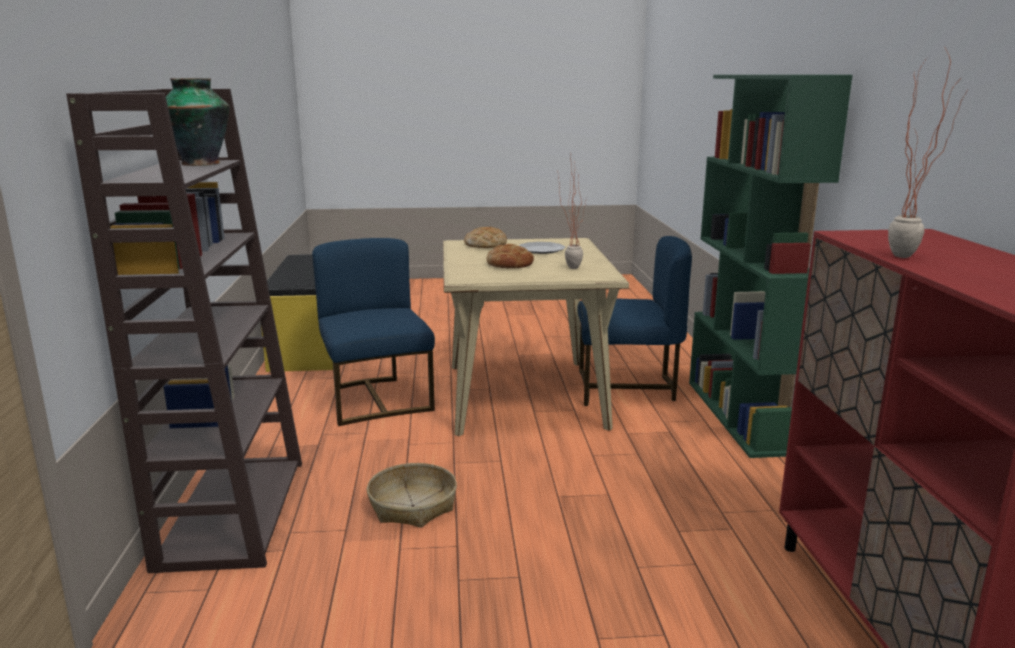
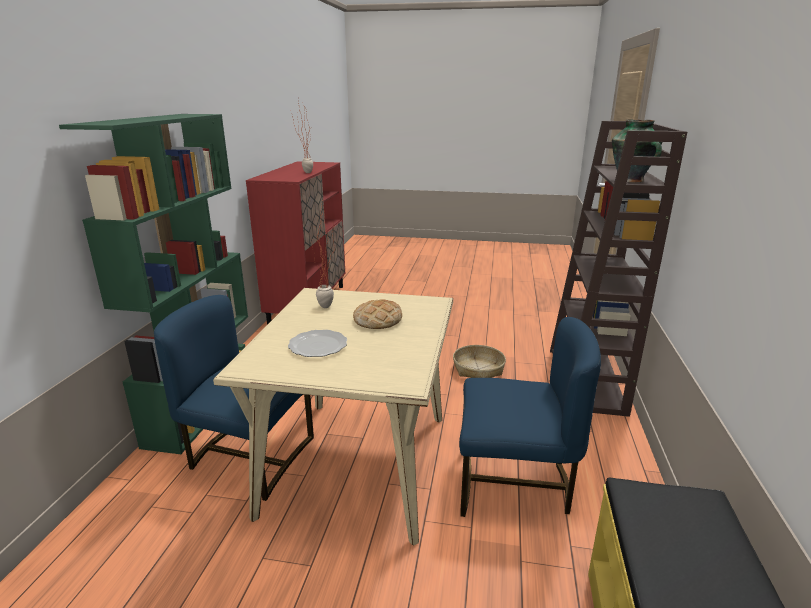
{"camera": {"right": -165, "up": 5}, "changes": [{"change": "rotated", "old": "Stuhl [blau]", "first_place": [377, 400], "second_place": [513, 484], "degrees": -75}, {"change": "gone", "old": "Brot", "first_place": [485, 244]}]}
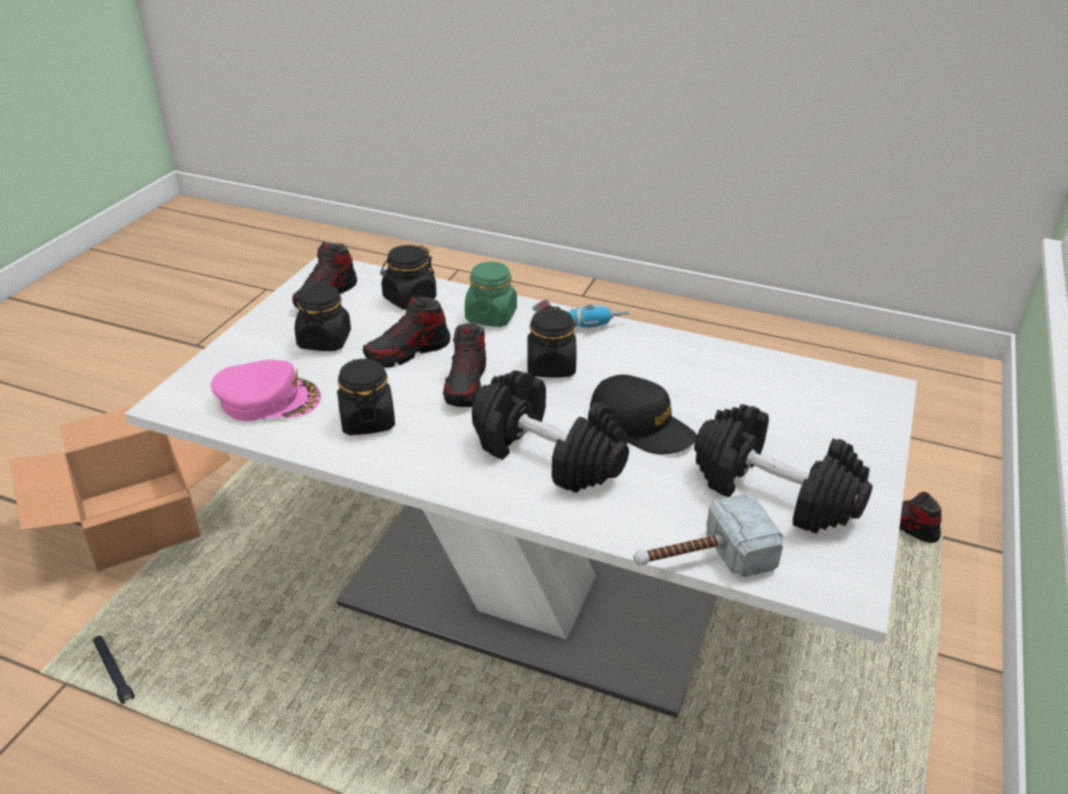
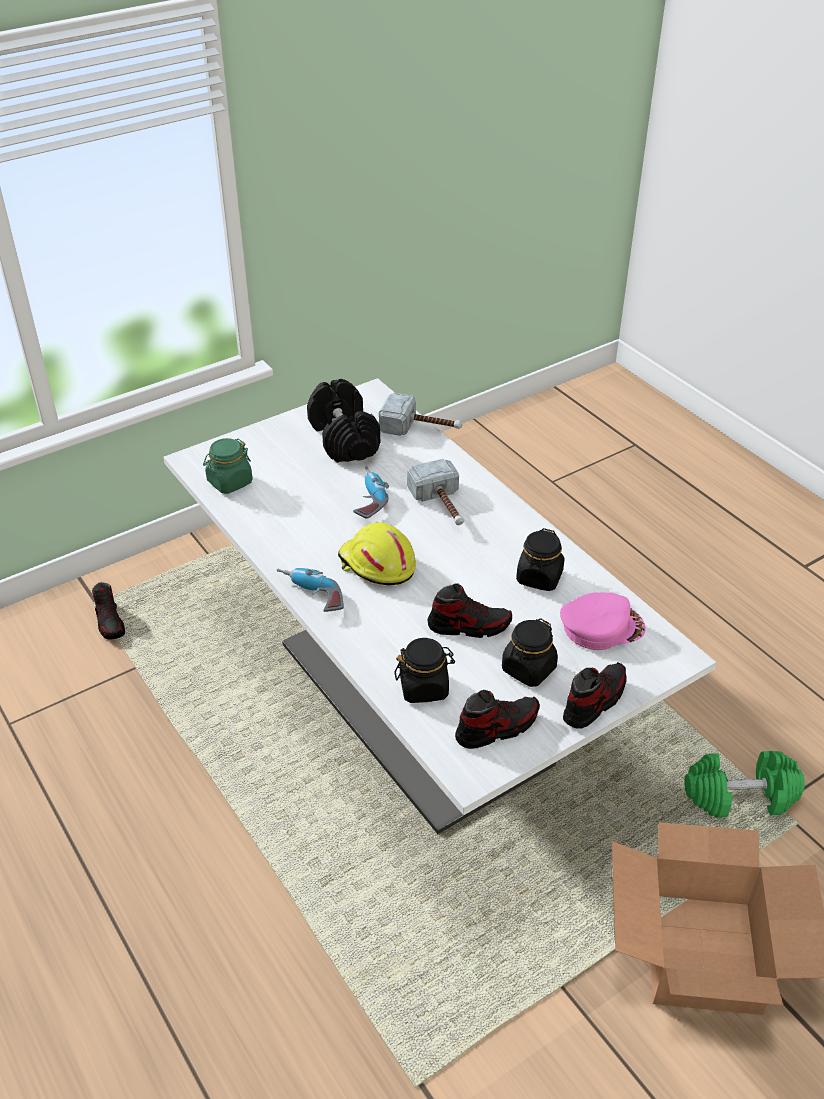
{"camera": {"right": -145, "up": 5}, "changes": [{"change": "shifted", "old": "Vorratsglas [grün]", "first_place": [491, 316], "second_place": [229, 482]}, {"change": "swapped", "old": "Vorratsglas [schwarz]", "new": "Schutzhelm [gelb]", "first_place": [551, 366], "second_place": [376, 565]}, {"change": "swapped", "old": "Kappe [schwarz]", "new": "Bohrmaschine", "first_place": [641, 426], "second_place": [368, 499]}, {"change": "swapped", "old": "Hantel [schwarz]", "new": "Hammer", "first_place": [548, 455], "second_place": [442, 506]}, {"change": "rotated", "old": "Kappe [rosa]", "first_place": [268, 399], "second_place": [601, 626], "degrees": 135}, {"change": "shifted", "old": "Schuh", "first_place": [466, 385], "second_place": [594, 701]}, {"change": "swapped", "old": "Taschenlampe [schwarz]", "new": "Hantel [grün]", "first_place": [113, 672], "second_place": [739, 797]}]}
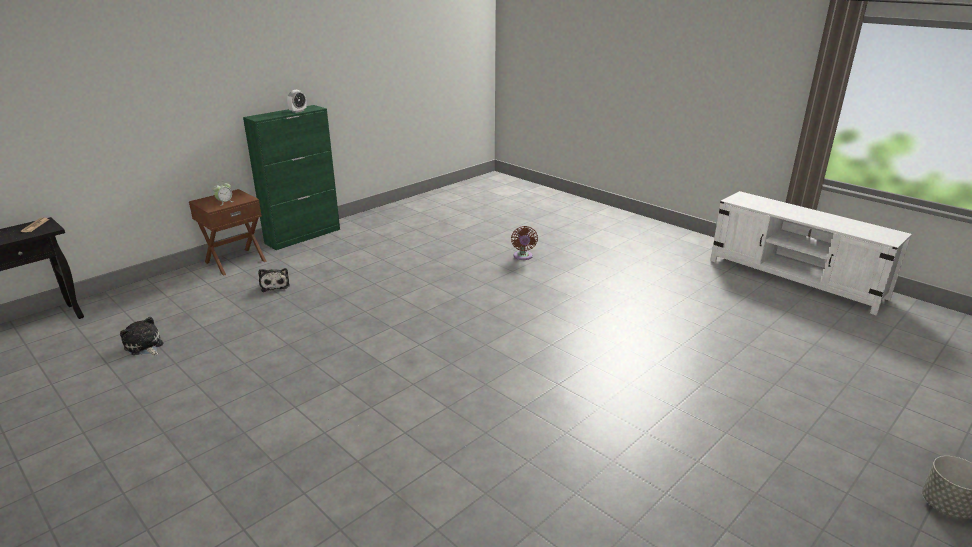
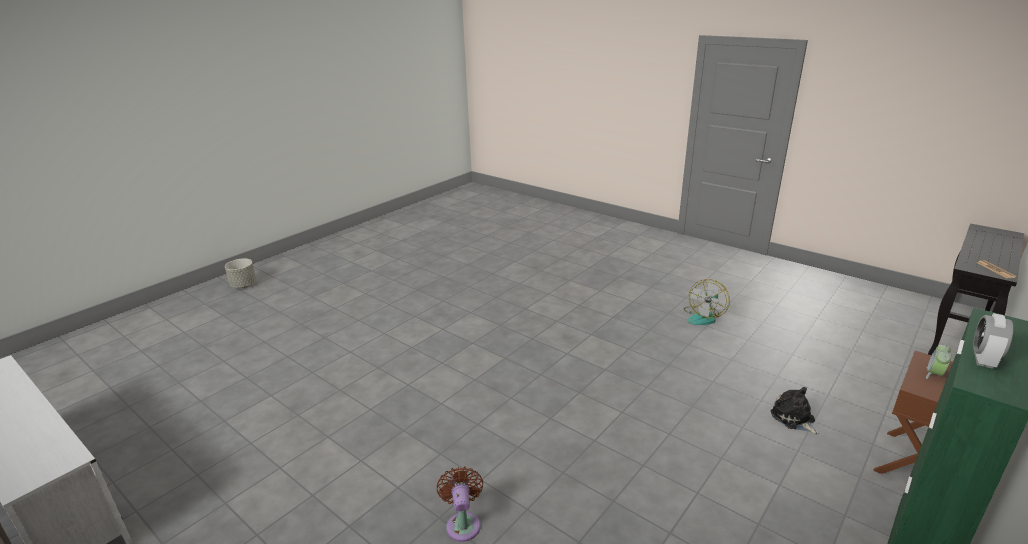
{"camera": {"right": 175, "up": 0}, "changes": [{"change": "new", "new": "Ventilator", "second_place": [704, 317]}, {"change": "gone", "old": "Plüschtier", "first_place": [144, 346]}]}
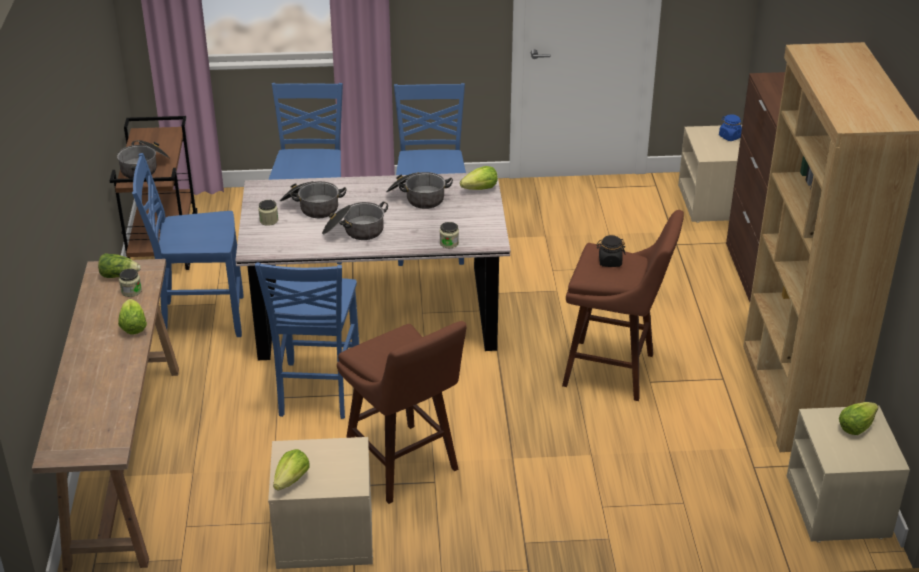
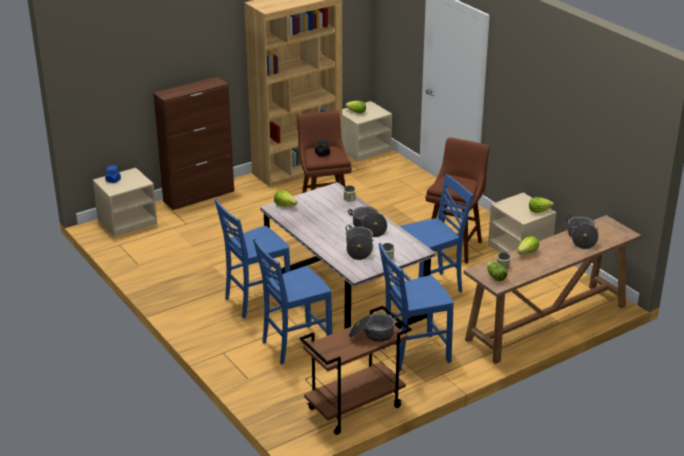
{"camera": {"right": -120, "up": -5}, "changes": [{"change": "rotated", "old": "Stuhl [blau]", "first_place": [201, 317], "second_place": [413, 354], "degrees": 105}, {"change": "shifted", "old": "Kochtopf", "first_place": [417, 198], "second_place": [581, 238]}]}
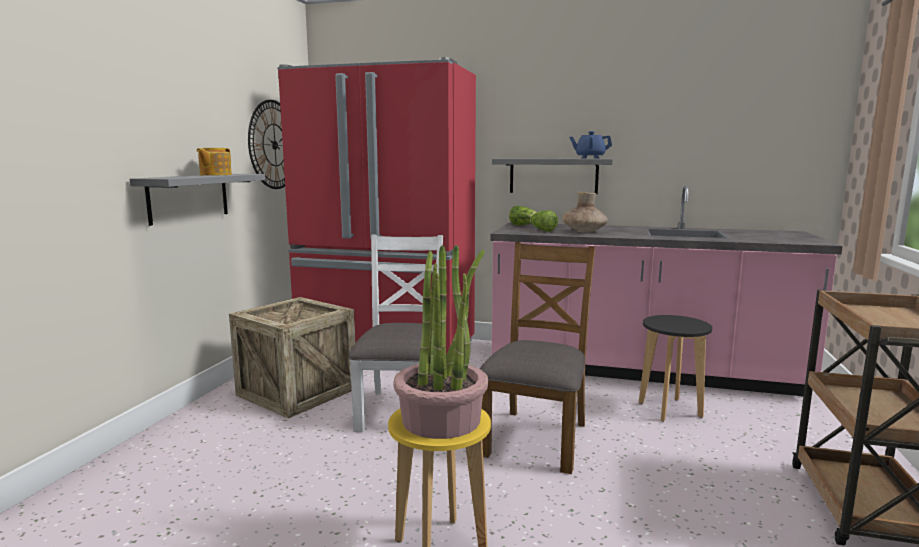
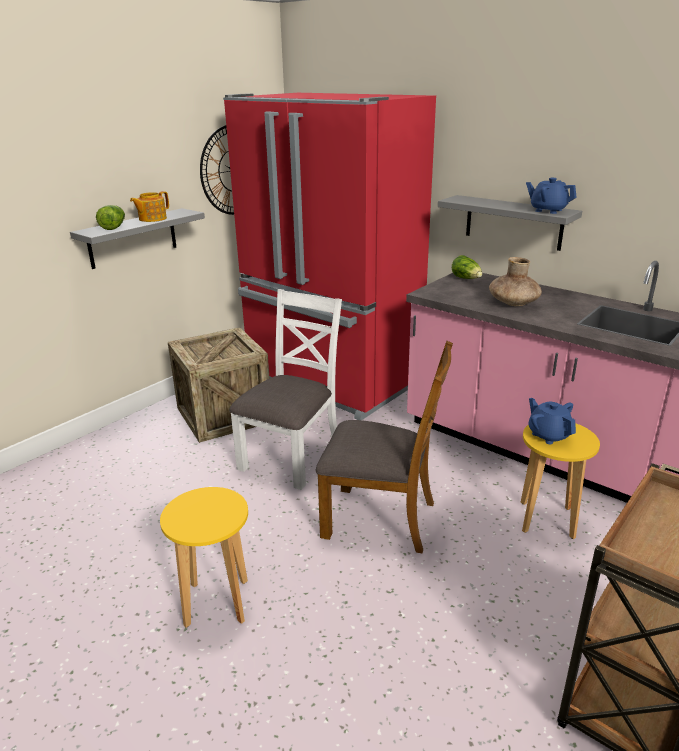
{"camera": {"right": 25, "up": 15}, "changes": [{"change": "shifted", "old": "Salatkopf", "first_place": [542, 230], "second_place": [113, 227]}, {"change": "rotated", "old": "Stuhl [braun]", "first_place": [536, 438], "second_place": [381, 518], "degrees": 60}, {"change": "repainted", "old": "Hocker [schwarz]", "new": "Hocker [gelb]", "first_place": [670, 410], "second_place": [547, 520]}, {"change": "new", "new": "Teekanne [blau]", "second_place": [548, 435]}, {"change": "gone", "old": "Topfpflanze", "first_place": [442, 419]}]}
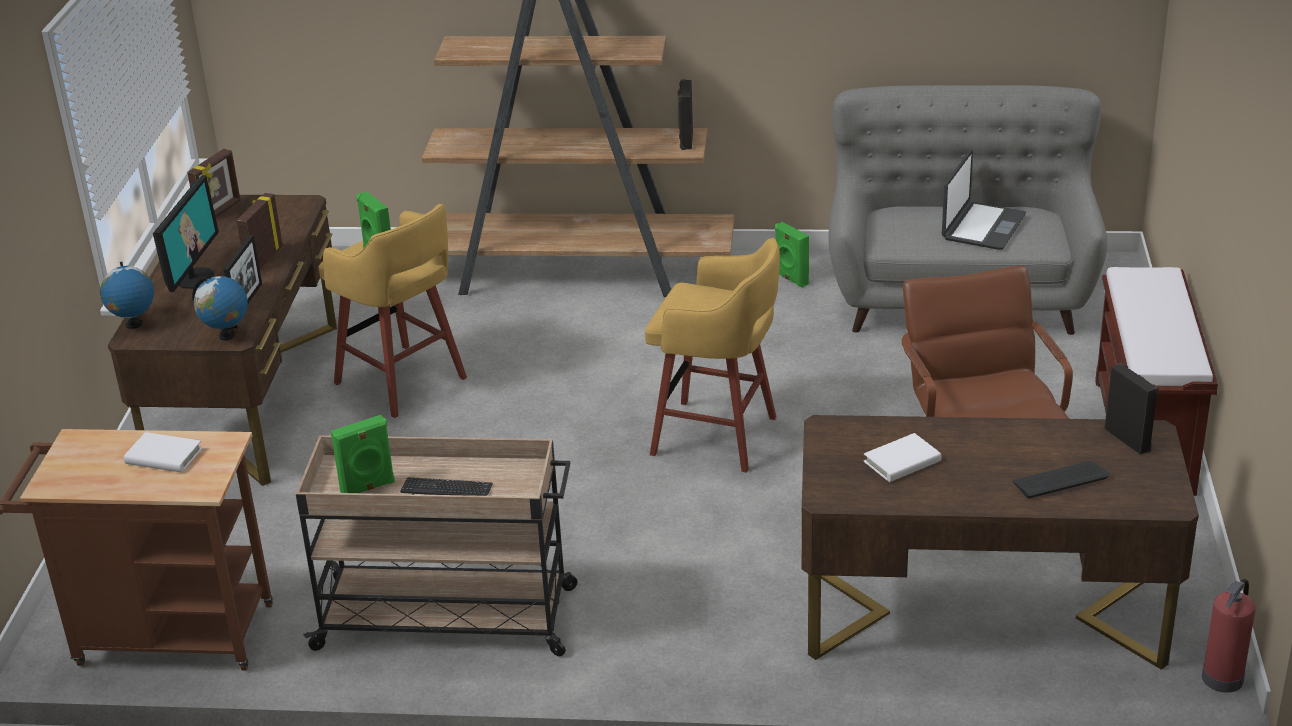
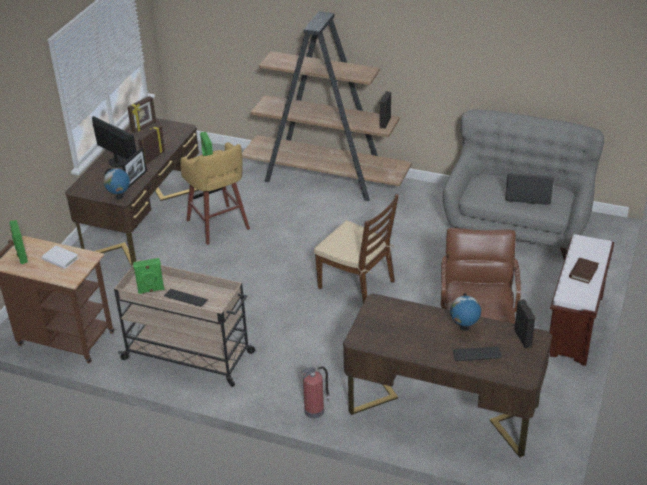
{"camera": {"right": 15, "up": 5}, "changes": [{"change": "shifted", "old": "Lautsprecher [grün]", "first_place": [790, 279], "second_place": [21, 256]}, {"change": "rotated", "old": "Monitor", "first_place": [194, 278], "second_place": [117, 162], "degrees": -75}, {"change": "shifted", "old": "Feuerlöscher", "first_place": [1223, 677], "second_place": [315, 410]}, {"change": "swapped", "old": "Hocker [gelb]", "new": "Stuhl [braun]", "first_place": [718, 437], "second_place": [357, 285]}, {"change": "shifted", "old": "Globus", "first_place": [134, 324], "second_place": [464, 327]}, {"change": "rotated", "old": "Laptop", "first_place": [982, 227], "second_place": [528, 195], "degrees": -120}, {"change": "new", "new": "Buch [braun]", "second_place": [583, 272]}, {"change": "gone", "old": "Buch [weiß]", "first_place": [902, 462]}]}
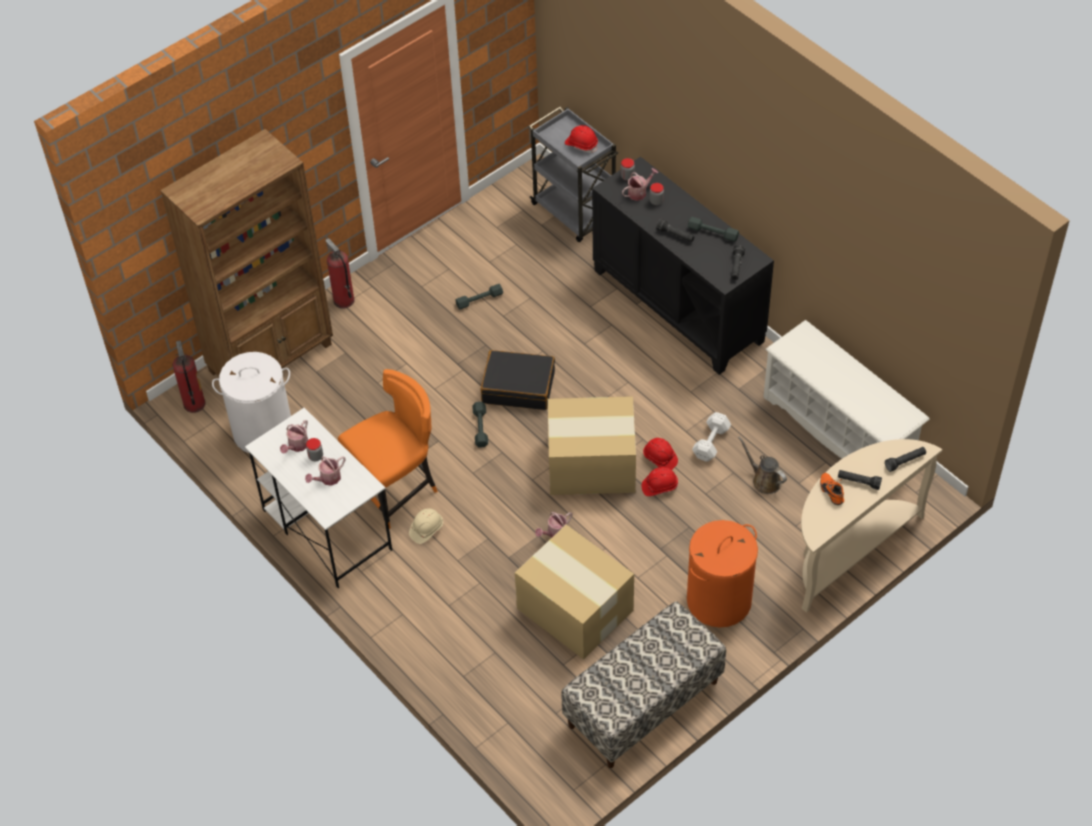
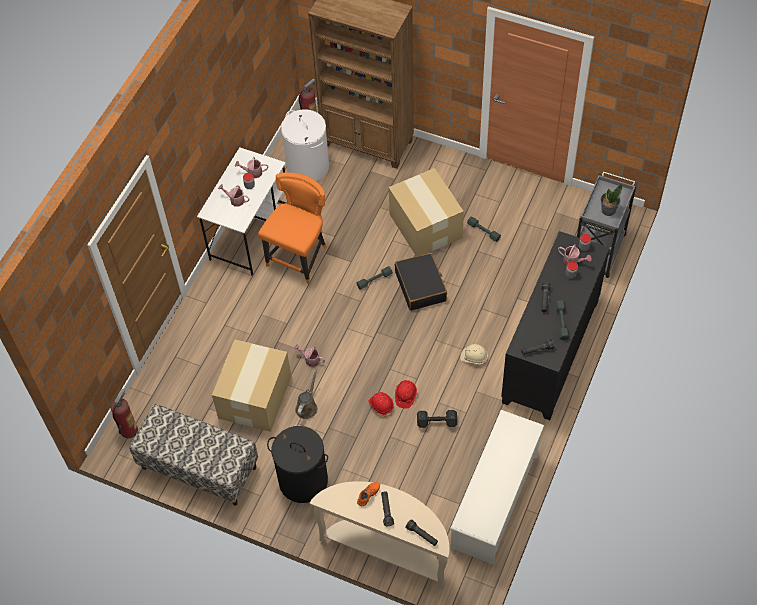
{"camera": {"right": 65, "up": 5}, "changes": [{"change": "shifted", "old": "Feuerlöscher", "first_place": [343, 300], "second_place": [129, 430]}, {"change": "rotated", "old": "Stuhl [orange]", "first_place": [397, 490], "second_place": [299, 257], "degrees": -90}, {"change": "repainted", "old": "Wäschekorb [orange]", "new": "Wäschekorb [schwarz]", "first_place": [719, 600], "second_place": [303, 481]}, {"change": "shifted", "old": "Gießkanne [braun]", "first_place": [764, 480], "second_place": [307, 406]}, {"change": "shifted", "old": "Karton", "first_place": [590, 464], "second_place": [425, 225]}, {"change": "repainted", "old": "Hantel [weiß]", "new": "Hantel [schwarz]", "first_place": [710, 443], "second_place": [436, 422]}, {"change": "shifted", "old": "Schutzhelm [beige]", "first_place": [426, 529], "second_place": [474, 357]}, {"change": "swapped", "old": "Schutzhelm [rot]", "new": "Topfpflanze", "first_place": [581, 144], "second_place": [608, 210]}]}
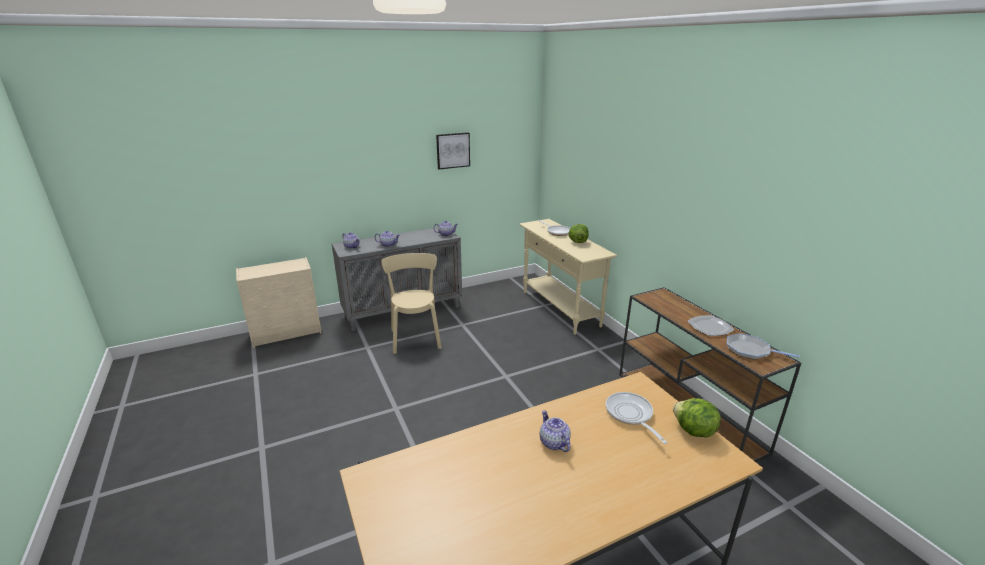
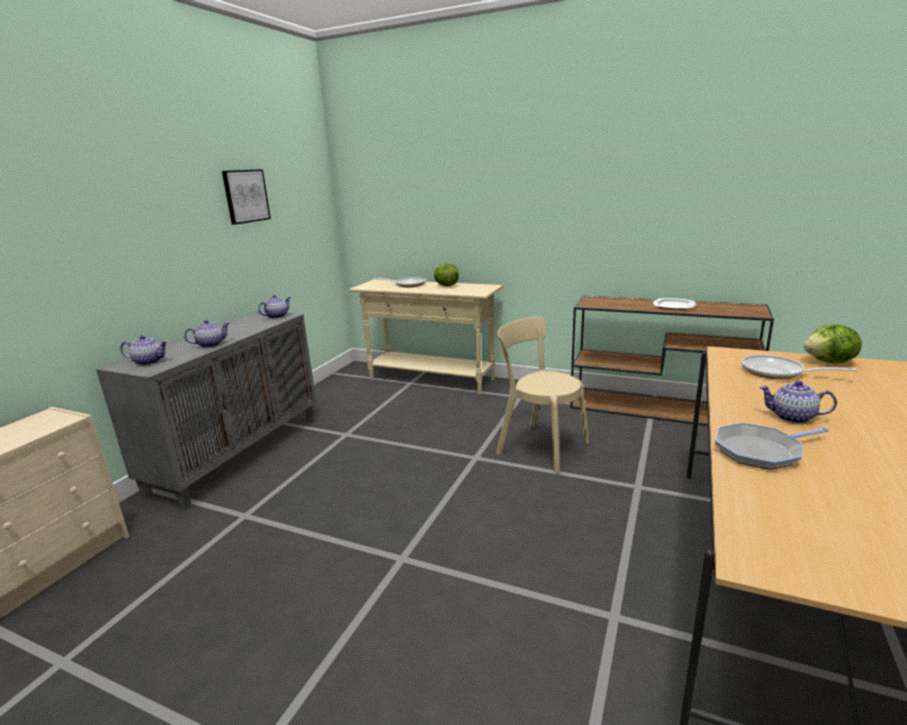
{"camera": {"right": -40, "up": -5}, "changes": [{"change": "shifted", "old": "Stuhl [beige]", "first_place": [415, 337], "second_place": [539, 446]}, {"change": "shifted", "old": "Pfanne", "first_place": [750, 350], "second_place": [760, 451]}]}
